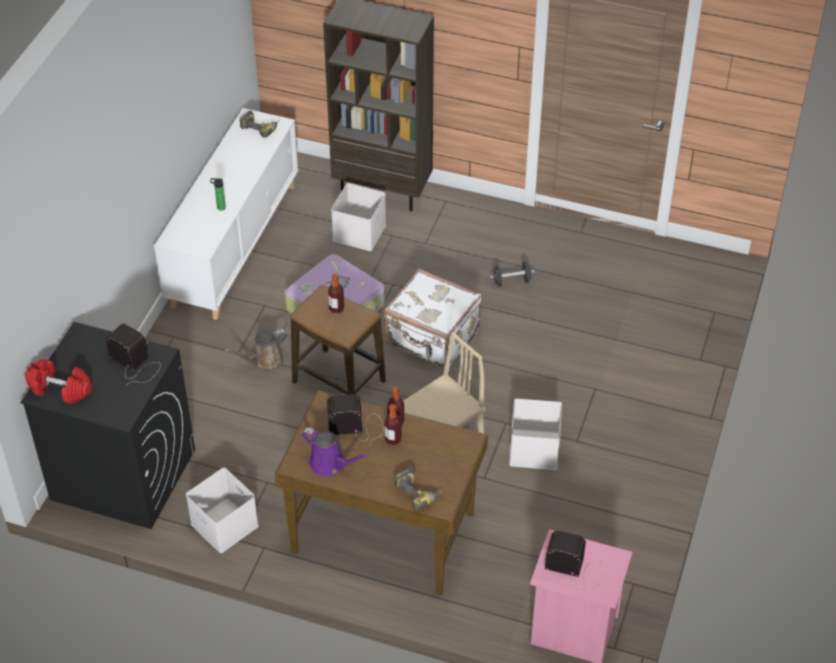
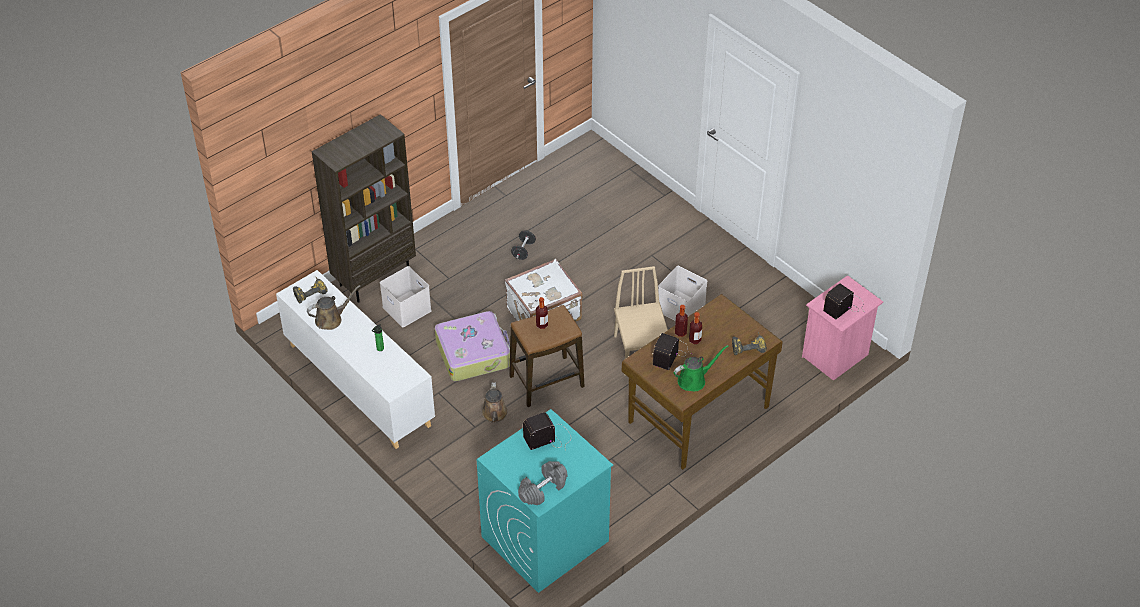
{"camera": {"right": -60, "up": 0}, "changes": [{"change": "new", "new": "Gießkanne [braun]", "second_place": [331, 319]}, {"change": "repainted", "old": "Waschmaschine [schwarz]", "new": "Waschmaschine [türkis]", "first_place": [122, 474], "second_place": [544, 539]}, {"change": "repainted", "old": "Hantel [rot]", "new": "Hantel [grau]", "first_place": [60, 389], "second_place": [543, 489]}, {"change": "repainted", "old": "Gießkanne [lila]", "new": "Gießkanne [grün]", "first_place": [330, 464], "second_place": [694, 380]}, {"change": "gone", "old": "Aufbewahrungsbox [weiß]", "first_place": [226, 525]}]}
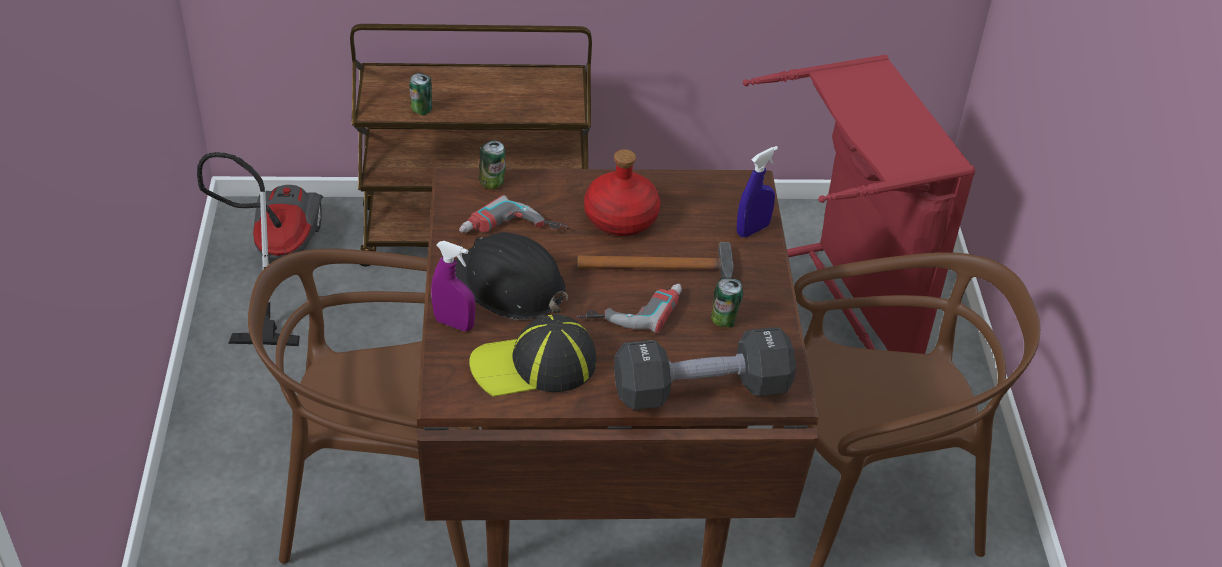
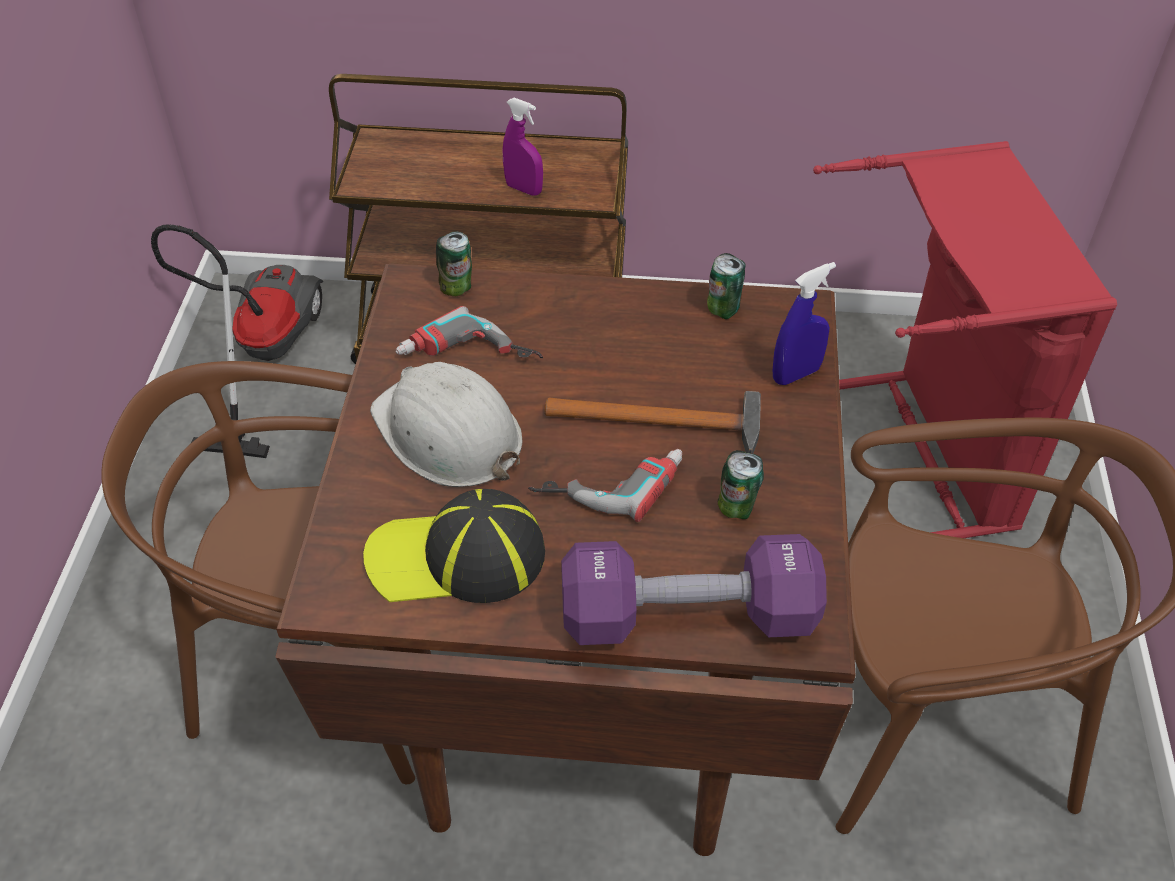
{"camera": {"right": 10, "up": 5}, "changes": [{"change": "repainted", "old": "Schutzhelm [schwarz]", "new": "Schutzhelm [weiß]", "first_place": [509, 285], "second_place": [448, 434]}, {"change": "shifted", "old": "Sprühflasche [lila]", "first_place": [454, 323], "second_place": [524, 189]}, {"change": "repainted", "old": "Hantel [schwarz]", "new": "Hantel [lila]", "first_place": [701, 389], "second_place": [688, 615]}, {"change": "shifted", "old": "Dose", "first_place": [421, 110], "second_place": [722, 310]}, {"change": "gone", "old": "Flasche [rot]", "first_place": [621, 218]}]}
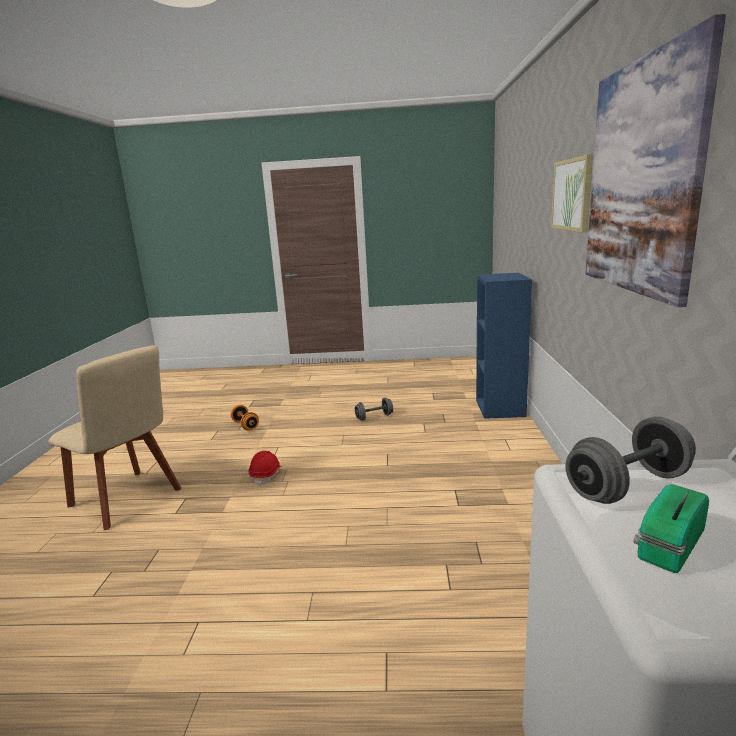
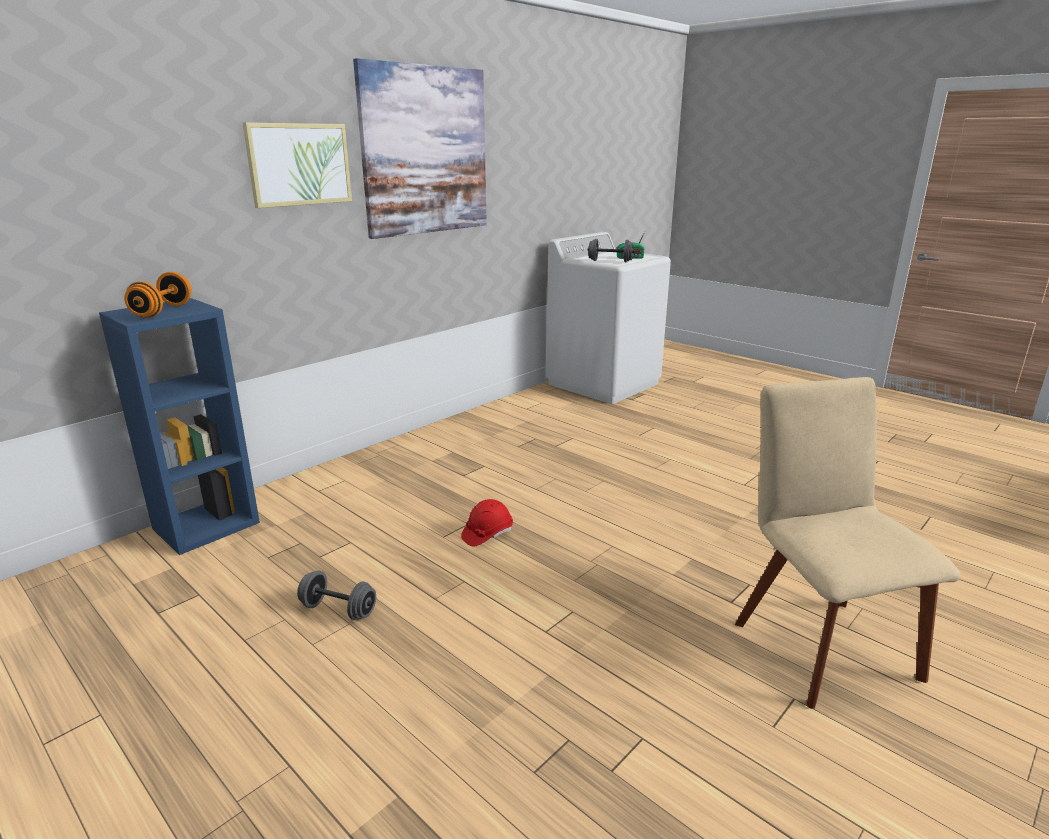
{"camera": {"right": -140, "up": 5}, "changes": [{"change": "shifted", "old": "Hantel [orange]", "first_place": [245, 425], "second_place": [163, 311]}, {"change": "shifted", "old": "Schutzhelm [rot]", "first_place": [266, 475], "second_place": [487, 534]}]}
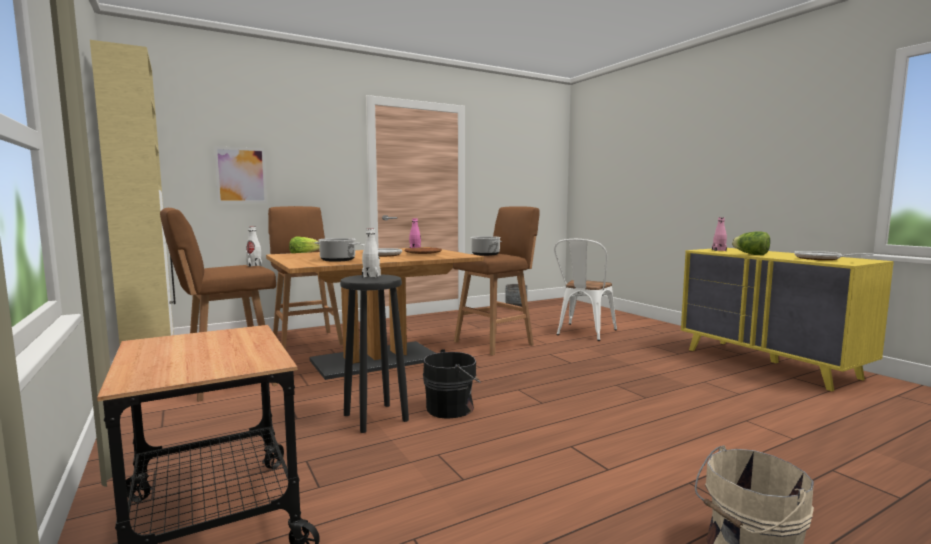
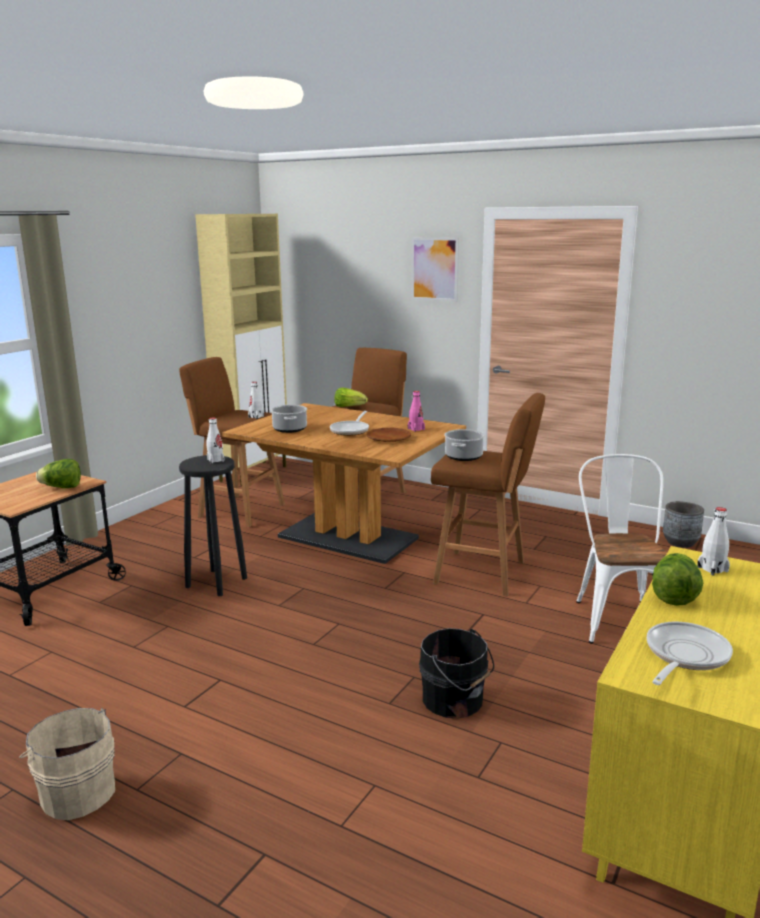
{"camera": {"right": 60, "up": 10}, "changes": [{"change": "new", "new": "Salatkopf", "second_place": [62, 487]}, {"change": "shifted", "old": "Bild", "first_place": [241, 175], "second_place": [434, 269]}, {"change": "shifted", "old": "Eimer [schwarz]", "first_place": [452, 408], "second_place": [455, 701]}, {"change": "rotated", "old": "Stuhl [weiß]", "first_place": [583, 333], "second_place": [618, 616], "degrees": 90}, {"change": "repainted", "old": "Flasche [rosa]", "new": "Flasche [weiß]", "first_place": [719, 250], "second_place": [712, 569]}]}
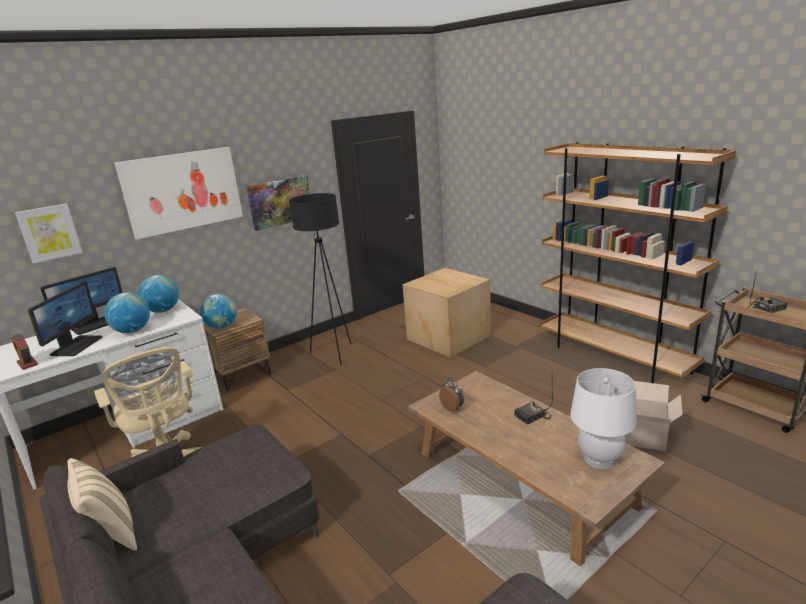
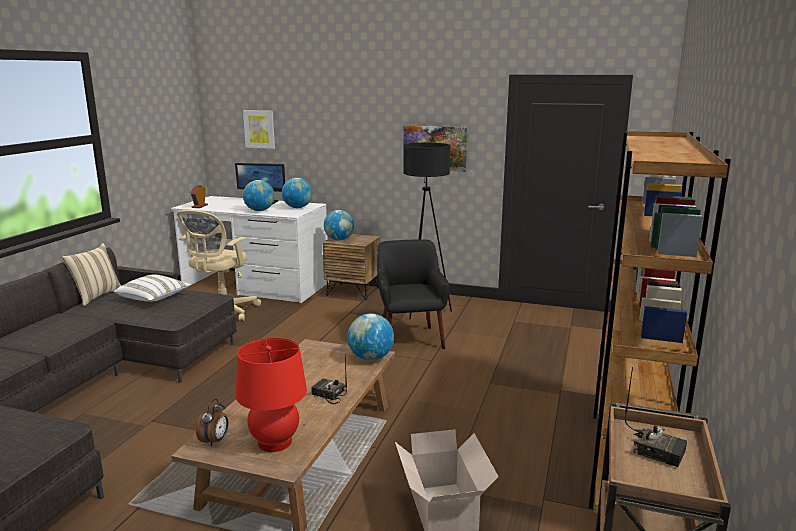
{"camera": {"right": 55, "up": -5}, "changes": [{"change": "new", "new": "Kissen [weiß]", "second_place": [154, 298]}, {"change": "shifted", "old": "Wecker", "first_place": [453, 408], "second_place": [215, 441]}, {"change": "repainted", "old": "Tischlampe [weiß]", "new": "Tischlampe [rot]", "first_place": [599, 459], "second_place": [275, 442]}, {"change": "new", "new": "Globus", "second_place": [370, 358]}, {"change": "new", "new": "Sessel [schwarz]", "second_place": [410, 339]}, {"change": "gone", "old": "Monitor", "first_place": [76, 345]}, {"change": "gone", "old": "Bild", "first_place": [182, 191]}, {"change": "gone", "old": "Karton", "first_place": [448, 336]}]}
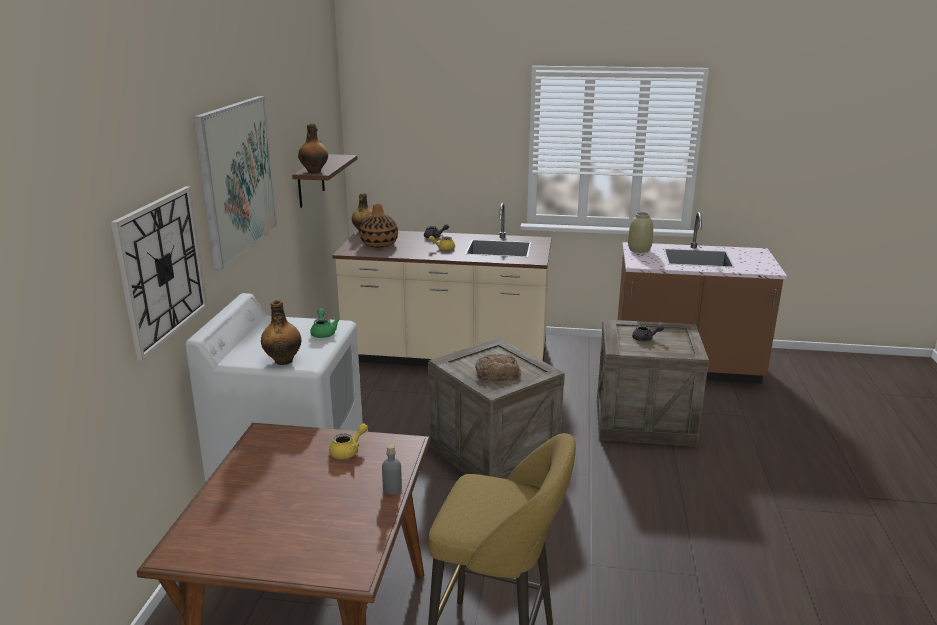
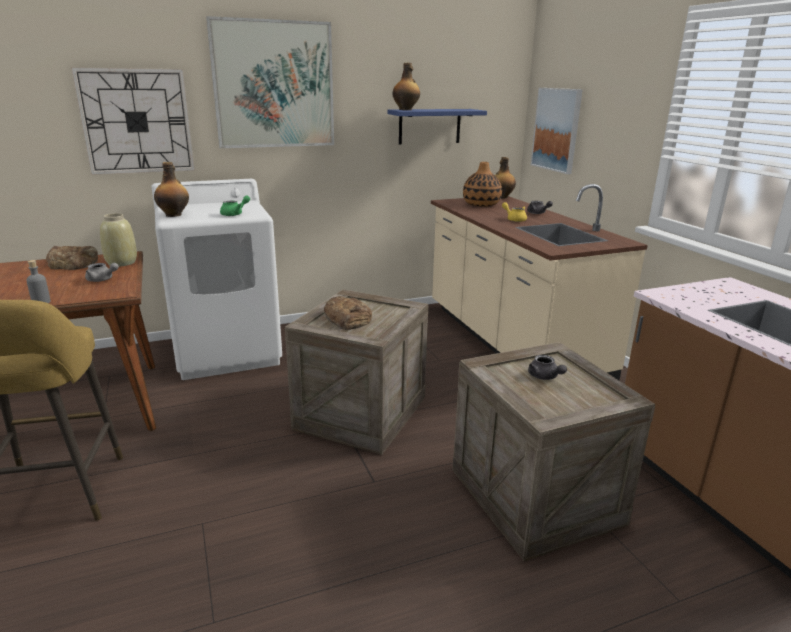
{"camera": {"right": 60, "up": 0}, "changes": [{"change": "new", "new": "Brot", "second_place": [73, 263]}, {"change": "repainted", "old": "Teekanne [gelb]", "new": "Teekanne [grau]", "first_place": [348, 451], "second_place": [102, 280]}, {"change": "shifted", "old": "Vase [beige]", "first_place": [639, 250], "second_place": [121, 263]}, {"change": "repainted", "old": "Wandregal [braun]", "new": "Wandregal [blau]", "first_place": [311, 181], "second_place": [429, 126]}, {"change": "new", "new": "Bild", "second_place": [556, 129]}]}
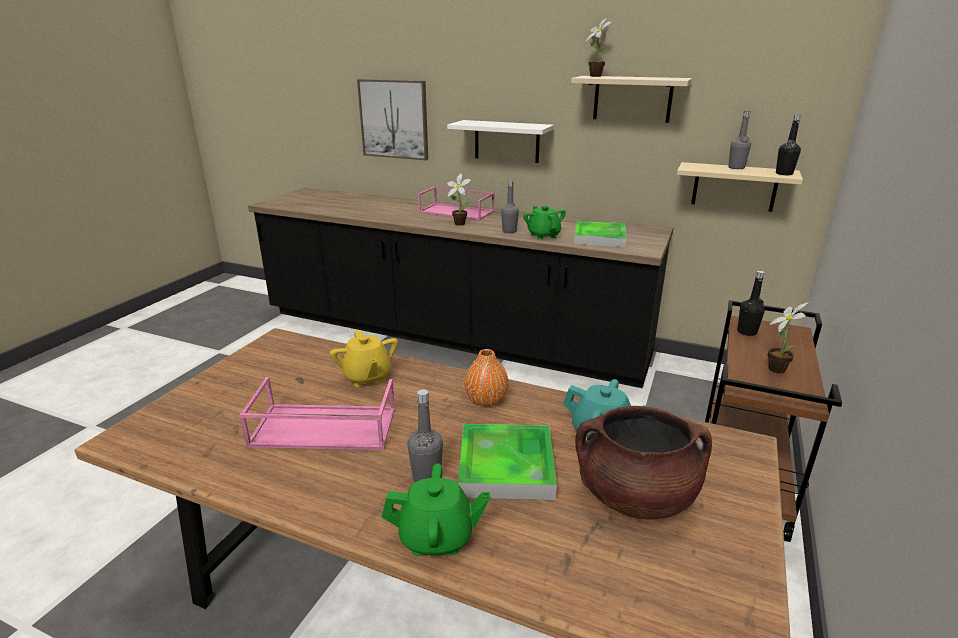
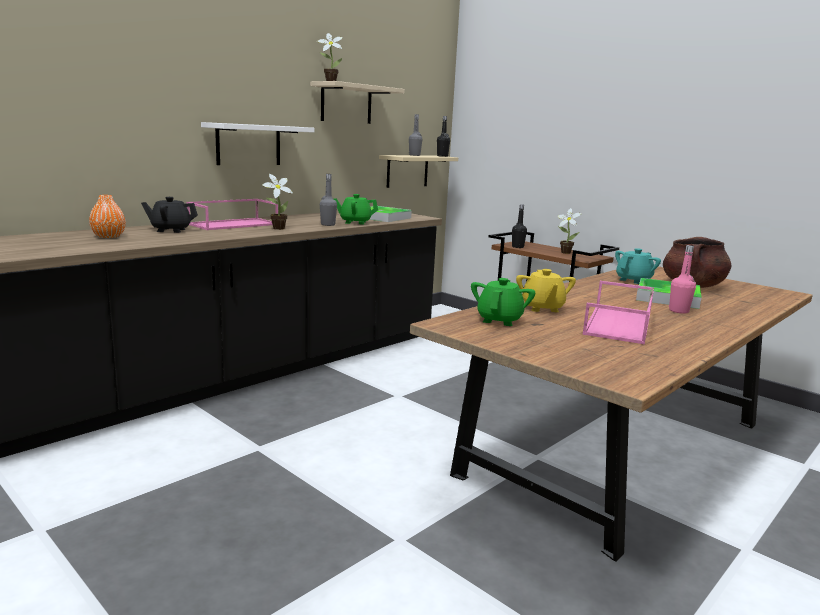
{"camera": {"right": -70, "up": -10}, "changes": [{"change": "shifted", "old": "Vase [orange]", "first_place": [486, 400], "second_place": [108, 236]}, {"change": "new", "new": "Teekanne [schwarz]", "second_place": [170, 230]}, {"change": "shifted", "old": "Teekanne [grün]", "first_place": [437, 537], "second_place": [500, 320]}, {"change": "rotated", "old": "Teekanne [gelb]", "first_place": [367, 377], "second_place": [542, 308], "degrees": 90}, {"change": "repainted", "old": "Flasche [grau]", "new": "Flasche [rosa]", "first_place": [426, 476], "second_place": [678, 311]}, {"change": "gone", "old": "Bild", "first_place": [394, 119]}]}
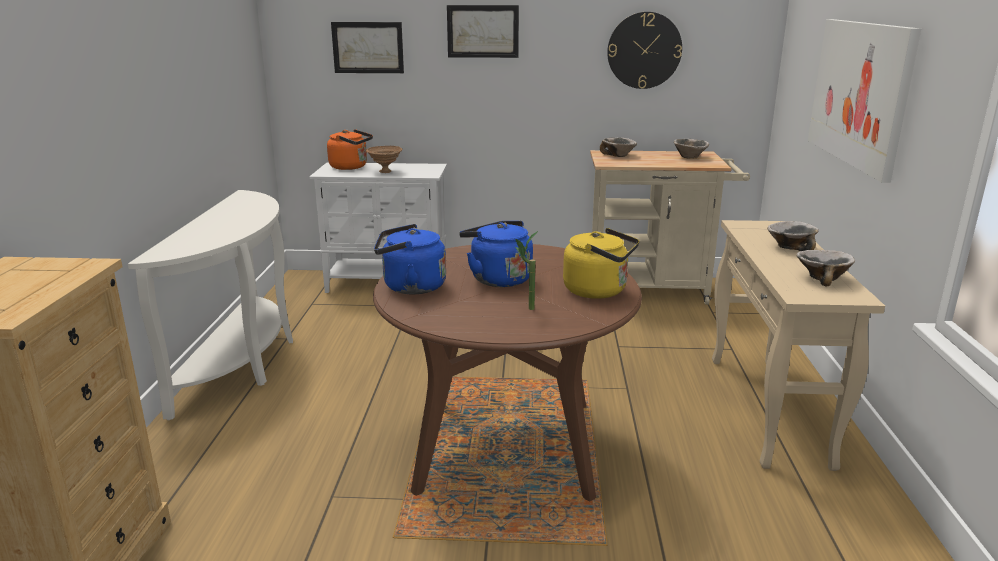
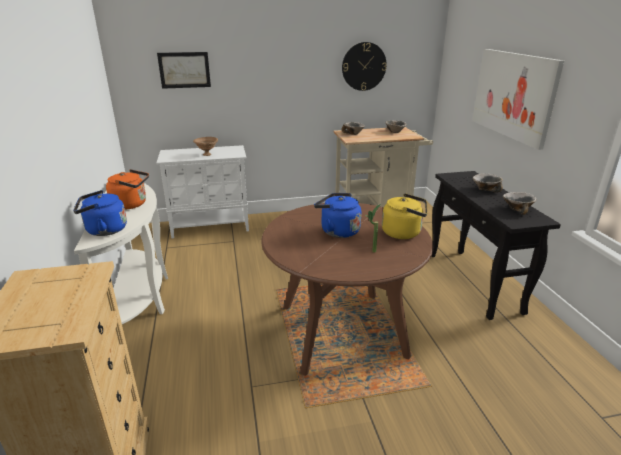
{"camera": {"right": -15, "up": 5}, "changes": [{"change": "shifted", "old": "Wasserkessel [blau]", "first_place": [410, 287], "second_place": [104, 230]}, {"change": "shifted", "old": "Wasserkessel [orange]", "first_place": [351, 167], "second_place": [132, 204]}, {"change": "repainted", "old": "Konsolentisch [beige]", "new": "Konsolentisch [schwarz]", "first_place": [768, 410], "second_place": [474, 282]}, {"change": "gone", "old": "Bild", "first_place": [483, 31]}]}
